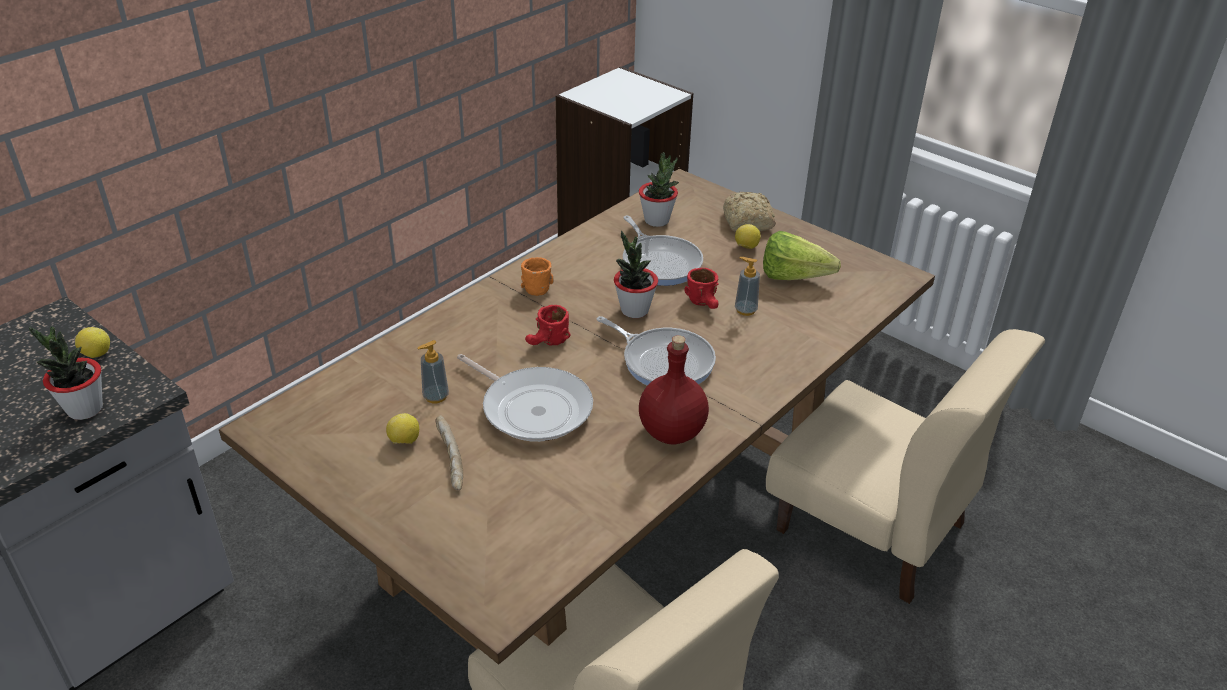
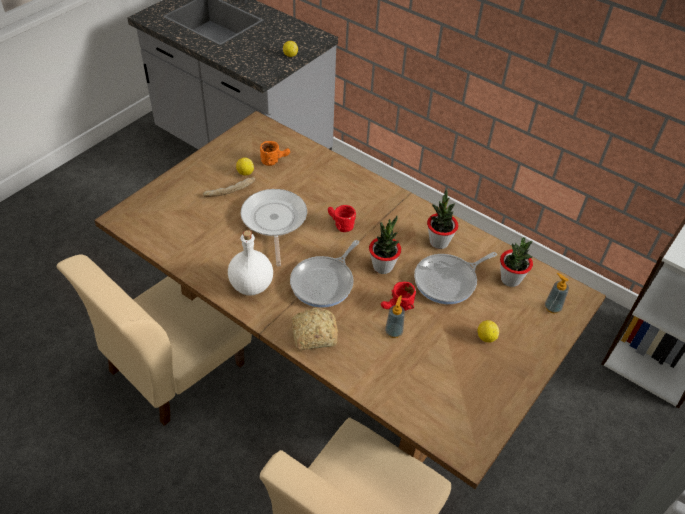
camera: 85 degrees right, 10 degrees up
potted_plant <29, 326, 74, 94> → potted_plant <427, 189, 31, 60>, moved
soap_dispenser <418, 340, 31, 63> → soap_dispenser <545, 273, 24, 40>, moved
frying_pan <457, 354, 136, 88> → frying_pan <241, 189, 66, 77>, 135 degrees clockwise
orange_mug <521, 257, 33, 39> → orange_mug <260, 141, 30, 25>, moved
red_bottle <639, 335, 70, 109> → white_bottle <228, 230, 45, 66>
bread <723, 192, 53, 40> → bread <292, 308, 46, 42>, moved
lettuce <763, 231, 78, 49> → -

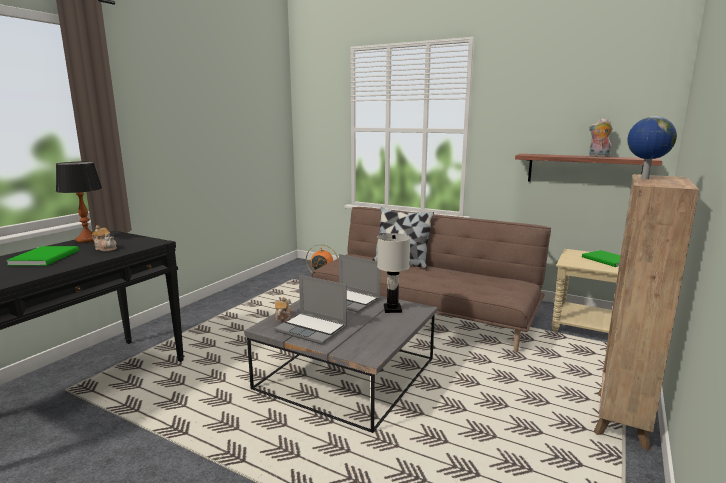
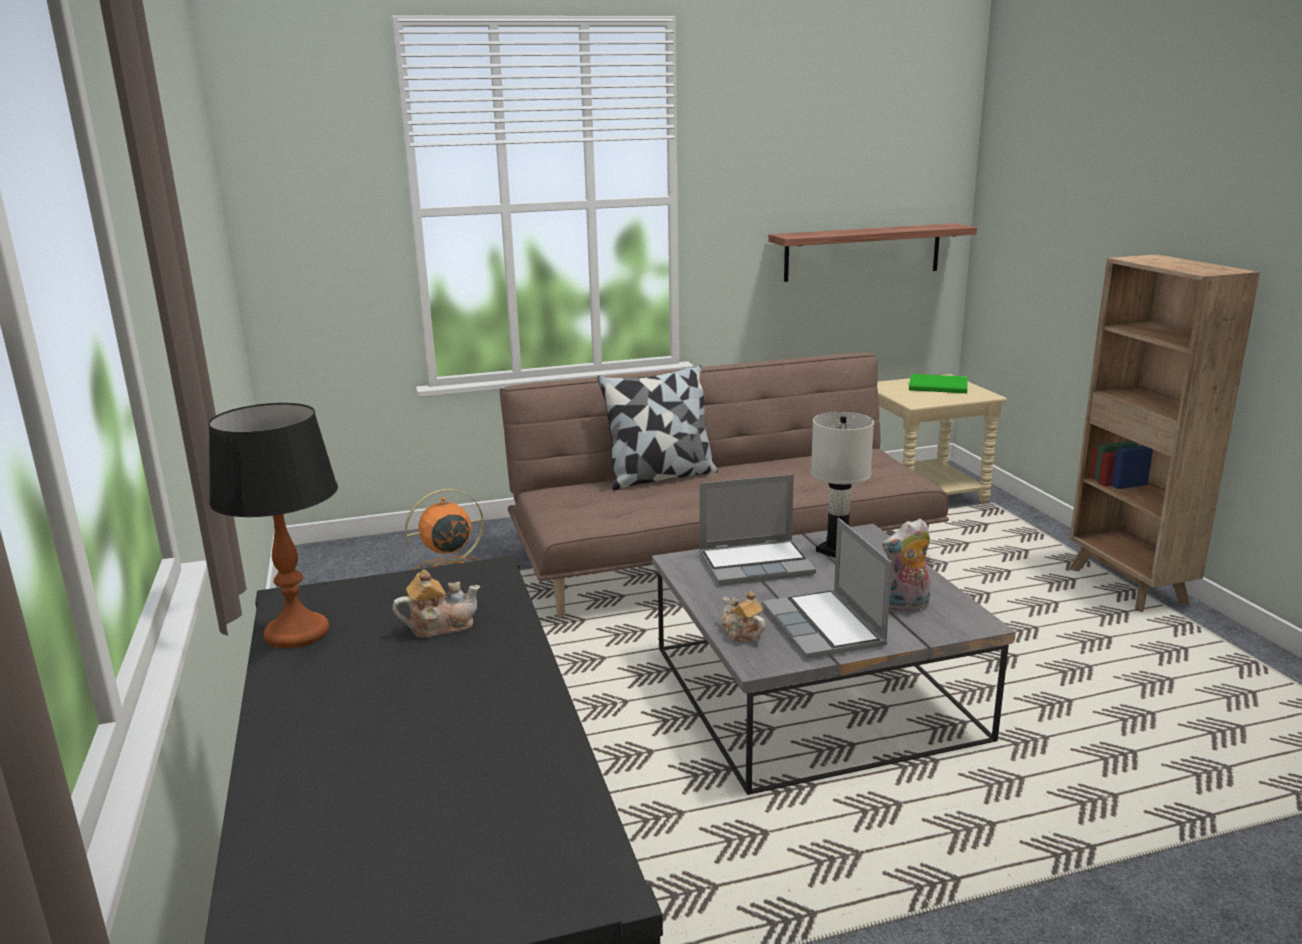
camera: 45 degrees left, 5 degrees up
green_book <6, 246, 73, 20> → -
laptop <274, 275, 73, 70> → laptop <762, 518, 130, 141>, 90 degrees clockwise
plush_toy <589, 118, 24, 39> → plush_toy <882, 519, 49, 93>, moved
globe <627, 116, 50, 63> → -

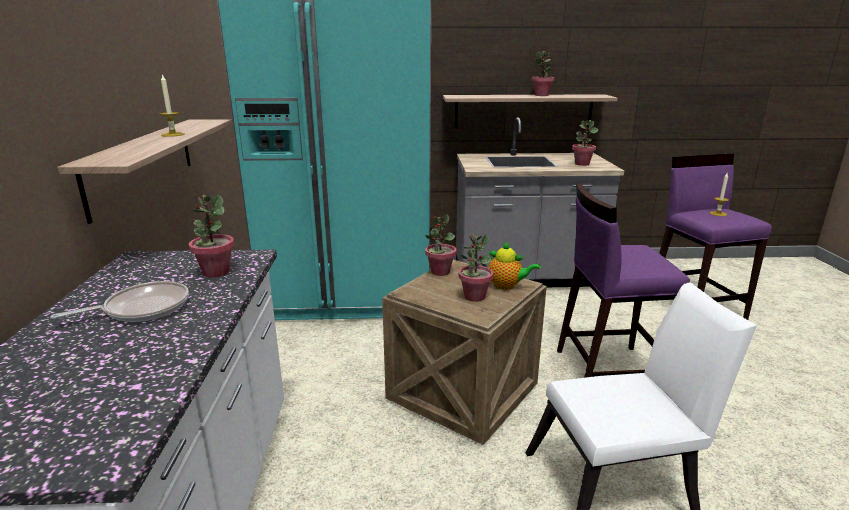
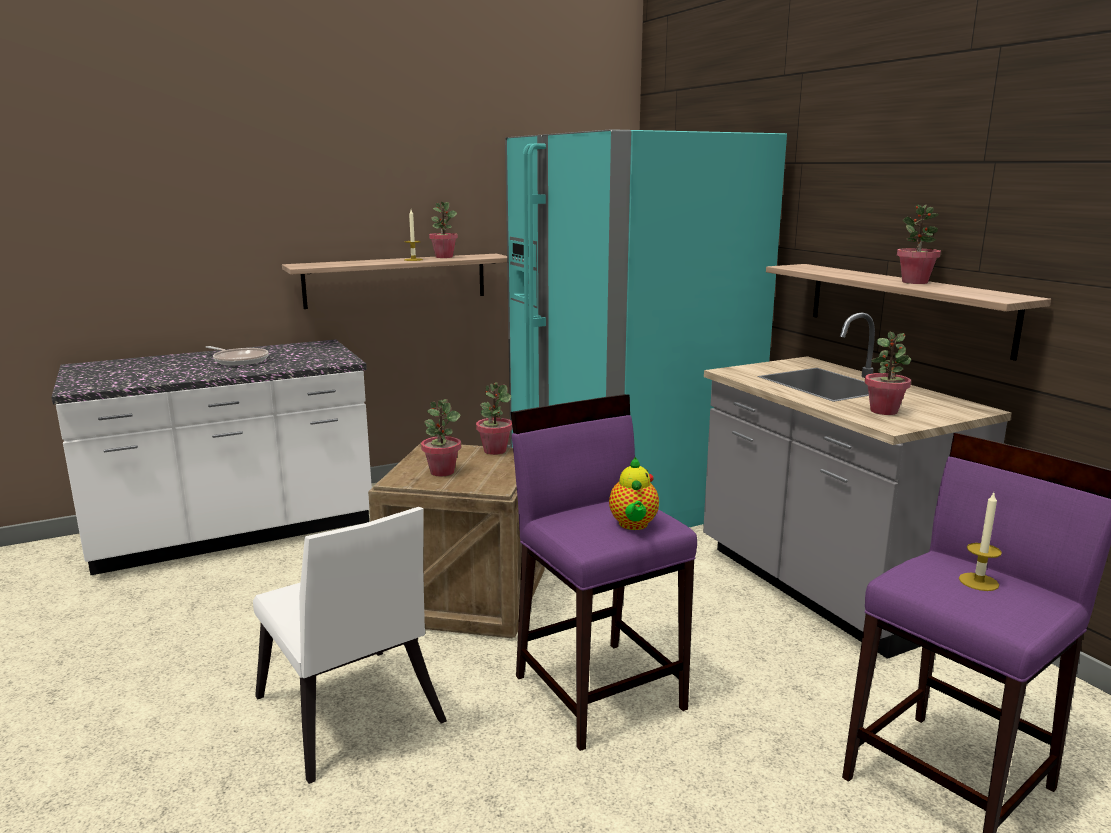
camera: 65 degrees right, 5 degrees down
potted_plant <189, 195, 46, 82> → potted_plant <429, 202, 29, 56>, moved
teapot <488, 242, 53, 48> → teapot <609, 457, 50, 73>, moved

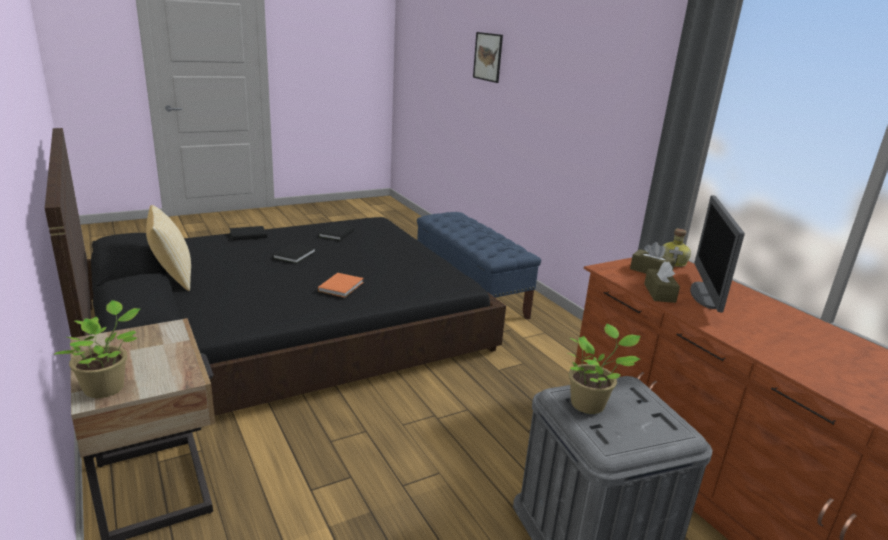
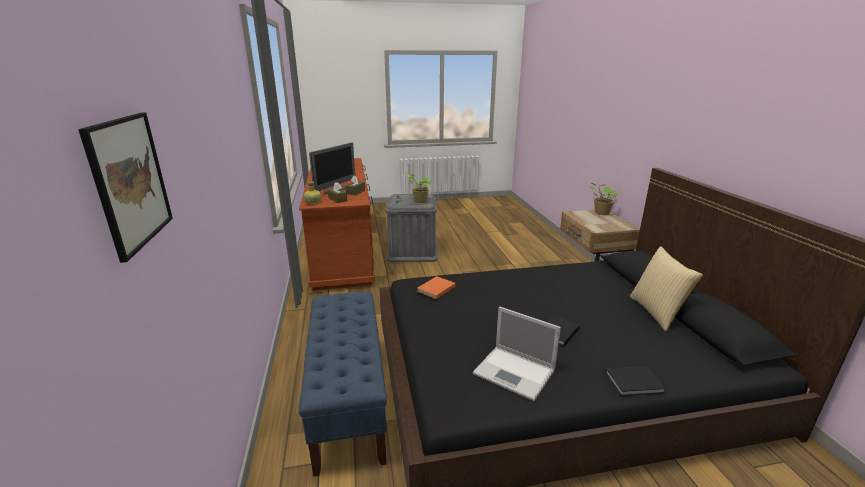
camera: 160 degrees left, 0 degrees up
orange_book <318, 273, 45, 25> → orange_book <417, 276, 39, 23>, moved
black_book <319, 224, 36, 17> → laptop <473, 307, 88, 94>

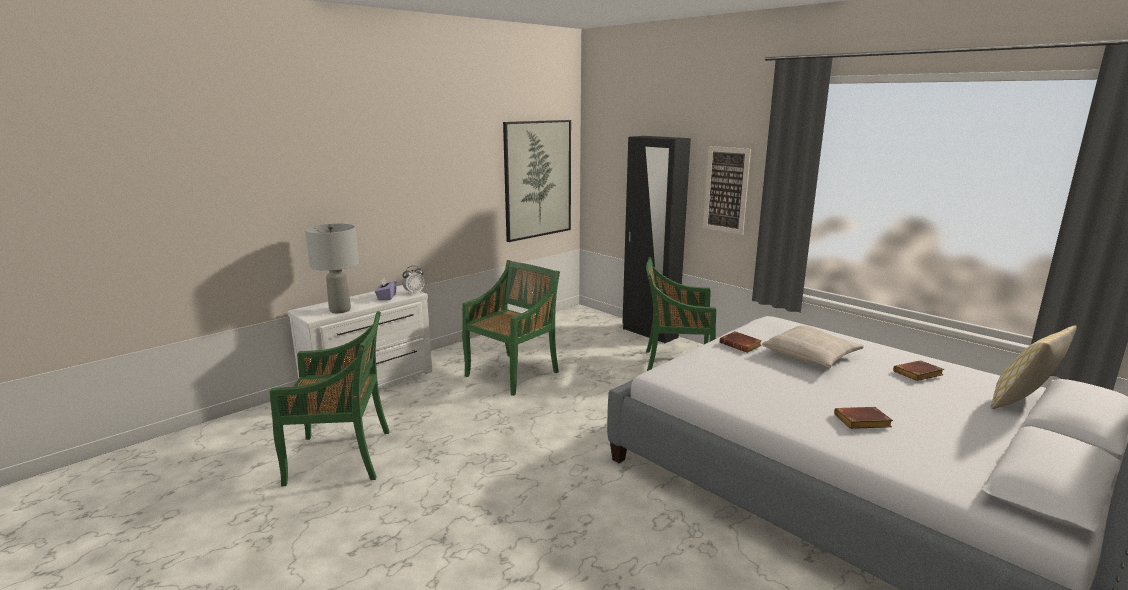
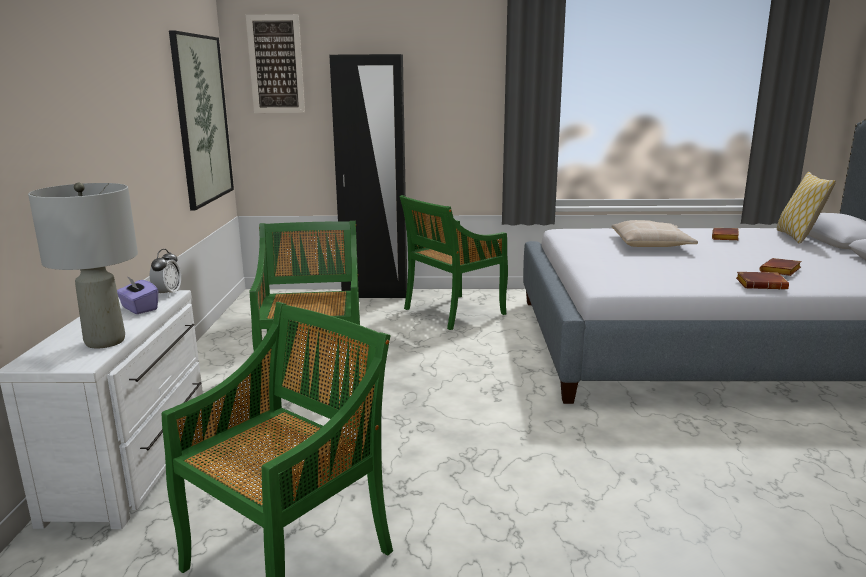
camera: 45 degrees left, 0 degrees up
picture <703, 146, 48, 89> → picture <246, 14, 59, 99>, moved
brown_book <720, 331, 42, 22> → brown_book <736, 272, 53, 17>, moved

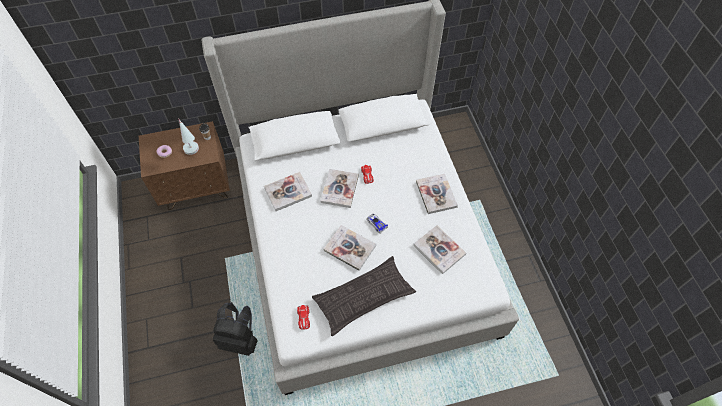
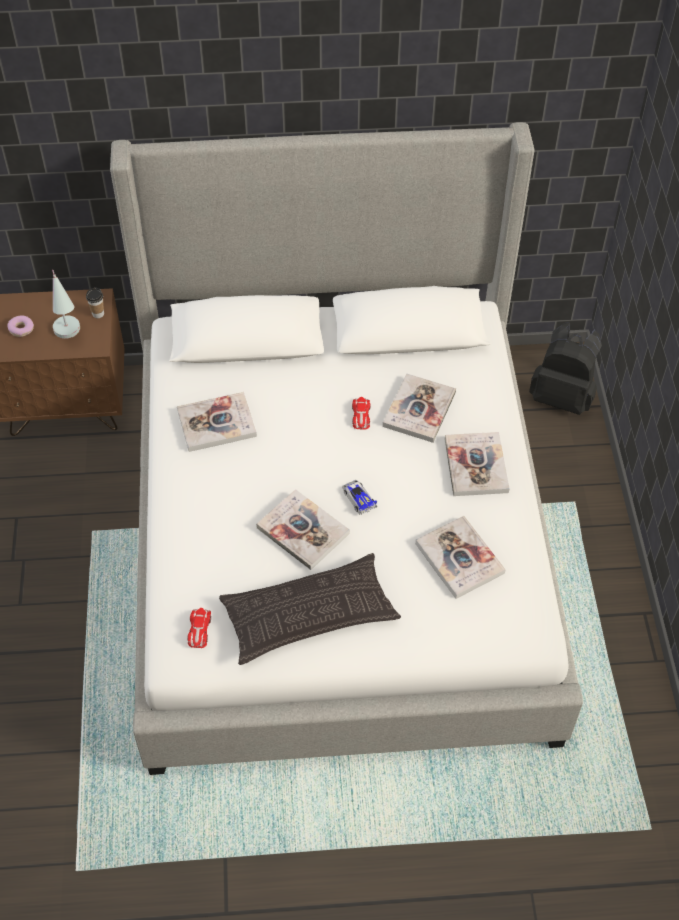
camera: 10 degrees right, 5 degrees down
black_backpack <213, 302, 45, 54> → black_backpack <529, 322, 73, 93>, moved
book <320, 169, 39, 39> → book <383, 373, 73, 70>, moved

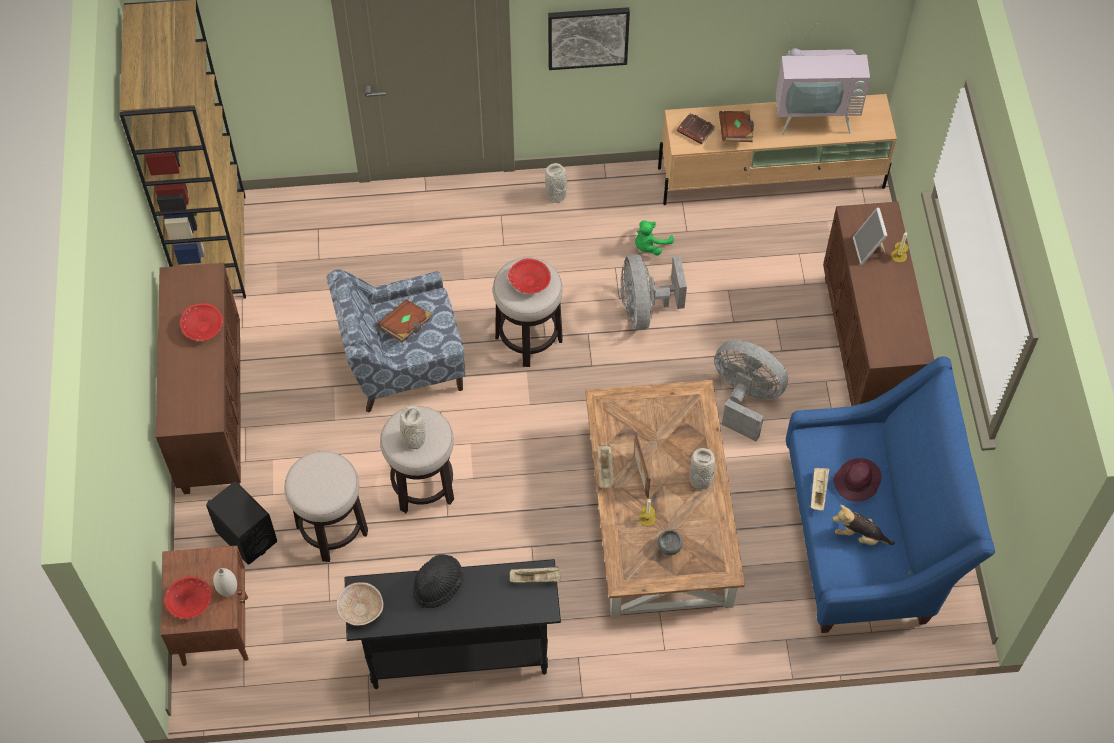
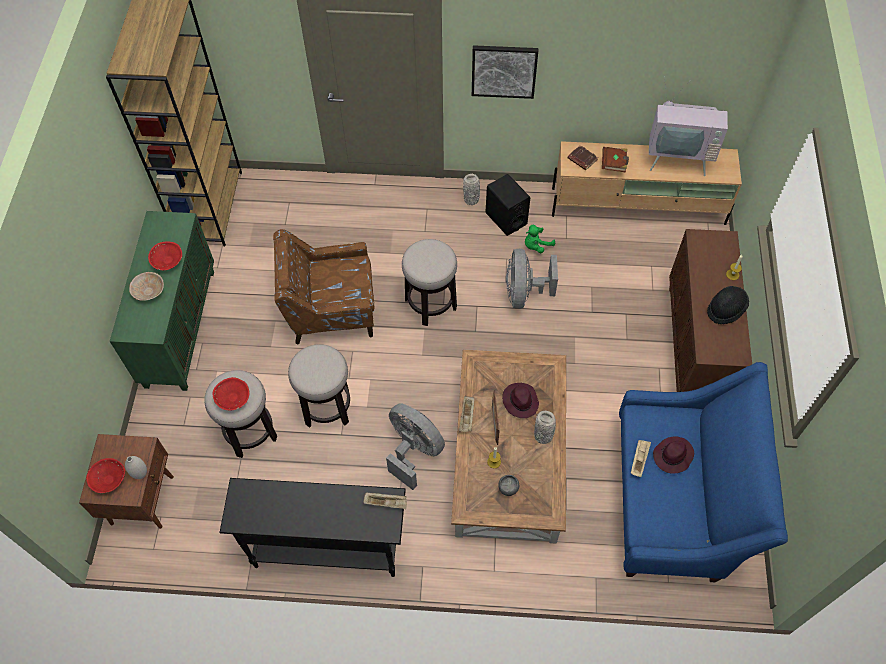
camera: 10 degrees right, 0 degrees up
brown_cabinet <156, 263, 85, 231> → green_cabinet <110, 211, 104, 180>
black_speaker <206, 481, 71, 84> → black_speaker <485, 174, 46, 62>, moved
blue_armchair <326, 269, 140, 143> → brown_armchair <273, 229, 102, 115>
beige_bowl <336, 582, 47, 44> → beige_bowl <129, 272, 35, 29>, moved
brown_book <377, 299, 54, 43> → -
grey_vase <400, 406, 26, 43> → -
black_hat <413, 554, 50, 55> → black_hat <707, 286, 42, 38>, moved
red_bowl <508, 258, 43, 36> → red_bowl <213, 377, 37, 33>, moved
grey_fan <715, 340, 73, 102> → grey_fan <386, 403, 59, 87>, moved
plush_toy <832, 505, 63, 40> → -
picture_frame <853, 208, 35, 57> → -
- → purple_hat <502, 383, 37, 35>

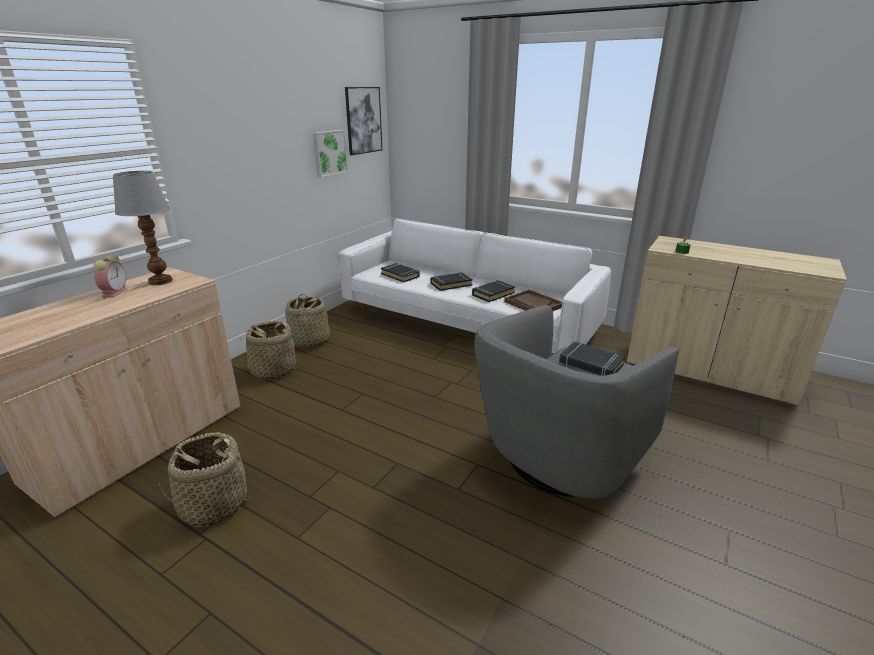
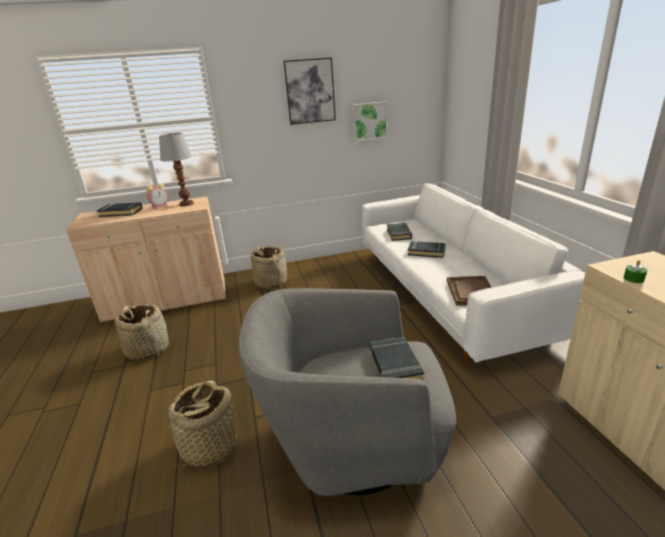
camera: 45 degrees right, 0 degrees up
basket <285, 294, 45, 54> → basket <165, 381, 72, 87>, moved
picture <345, 87, 37, 68> → picture <284, 57, 52, 68>, moved
black_book <472, 280, 43, 22> → black_book <97, 202, 46, 15>, moved

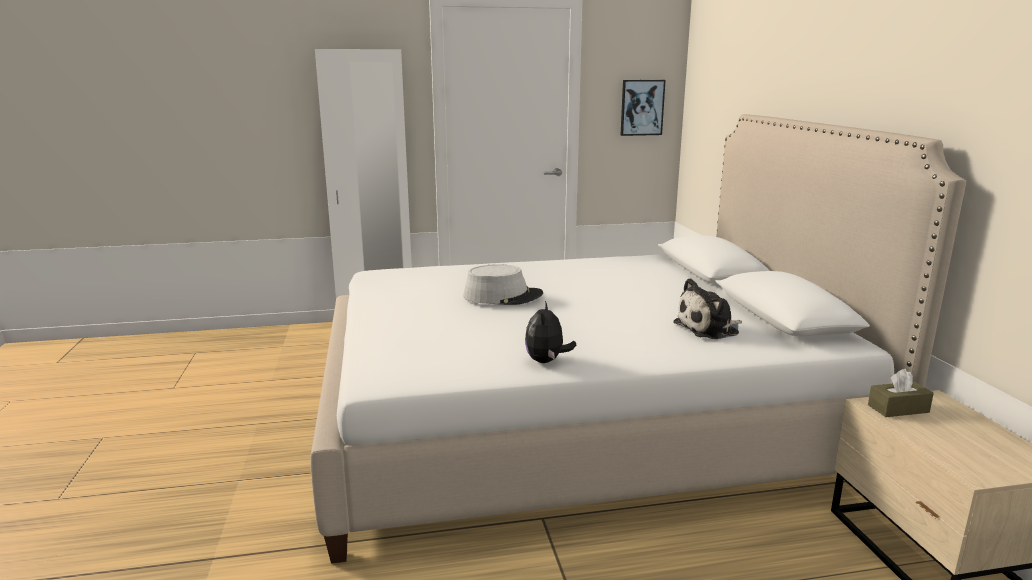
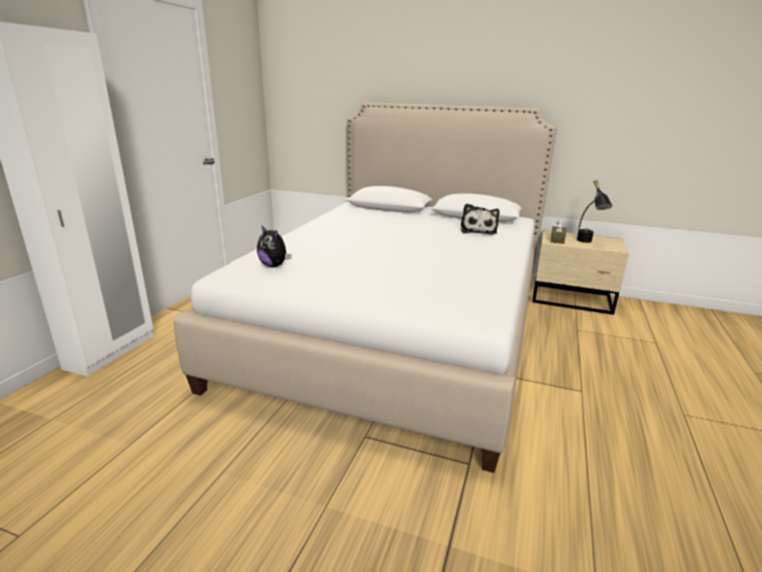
camera: 60 degrees left, 5 degrees up
grey_hat <463, 264, 80, 41> → -
plush_toy <525, 301, 51, 62> → plush_toy <257, 226, 34, 41>, moved
picture <621, 80, 45, 56> → -
- → black_table_lamp <577, 180, 35, 63>

